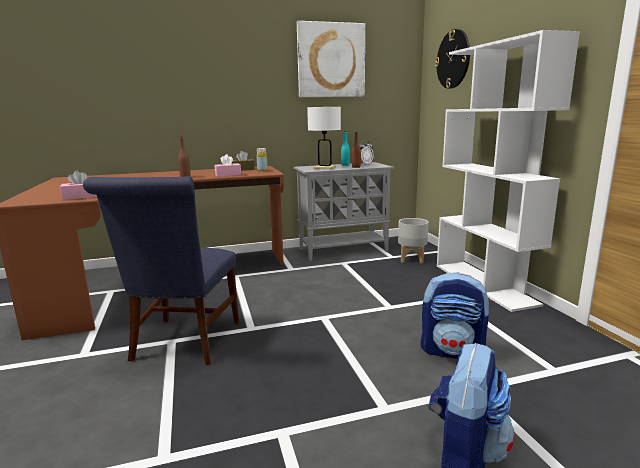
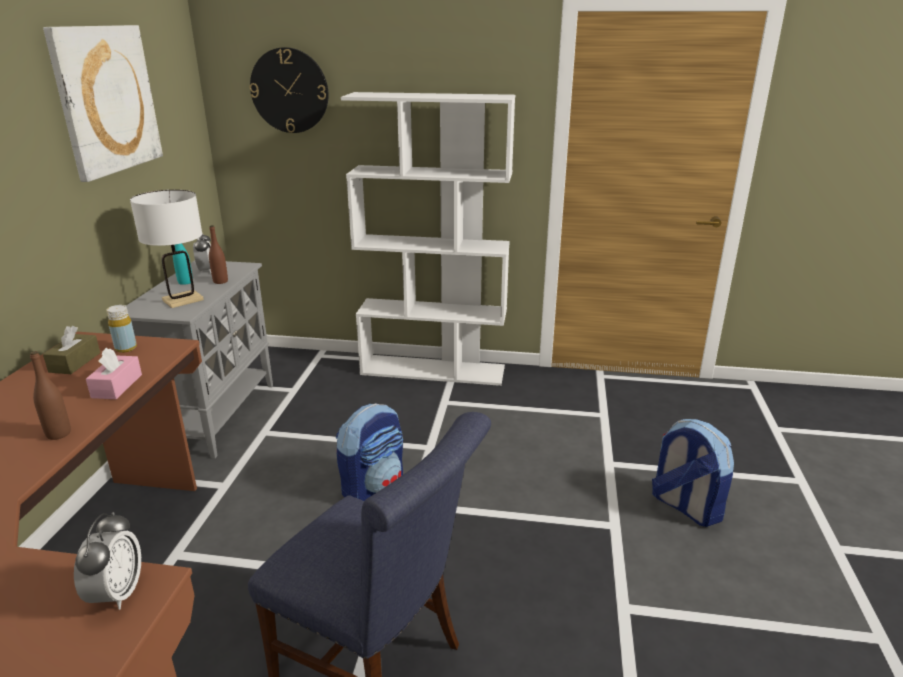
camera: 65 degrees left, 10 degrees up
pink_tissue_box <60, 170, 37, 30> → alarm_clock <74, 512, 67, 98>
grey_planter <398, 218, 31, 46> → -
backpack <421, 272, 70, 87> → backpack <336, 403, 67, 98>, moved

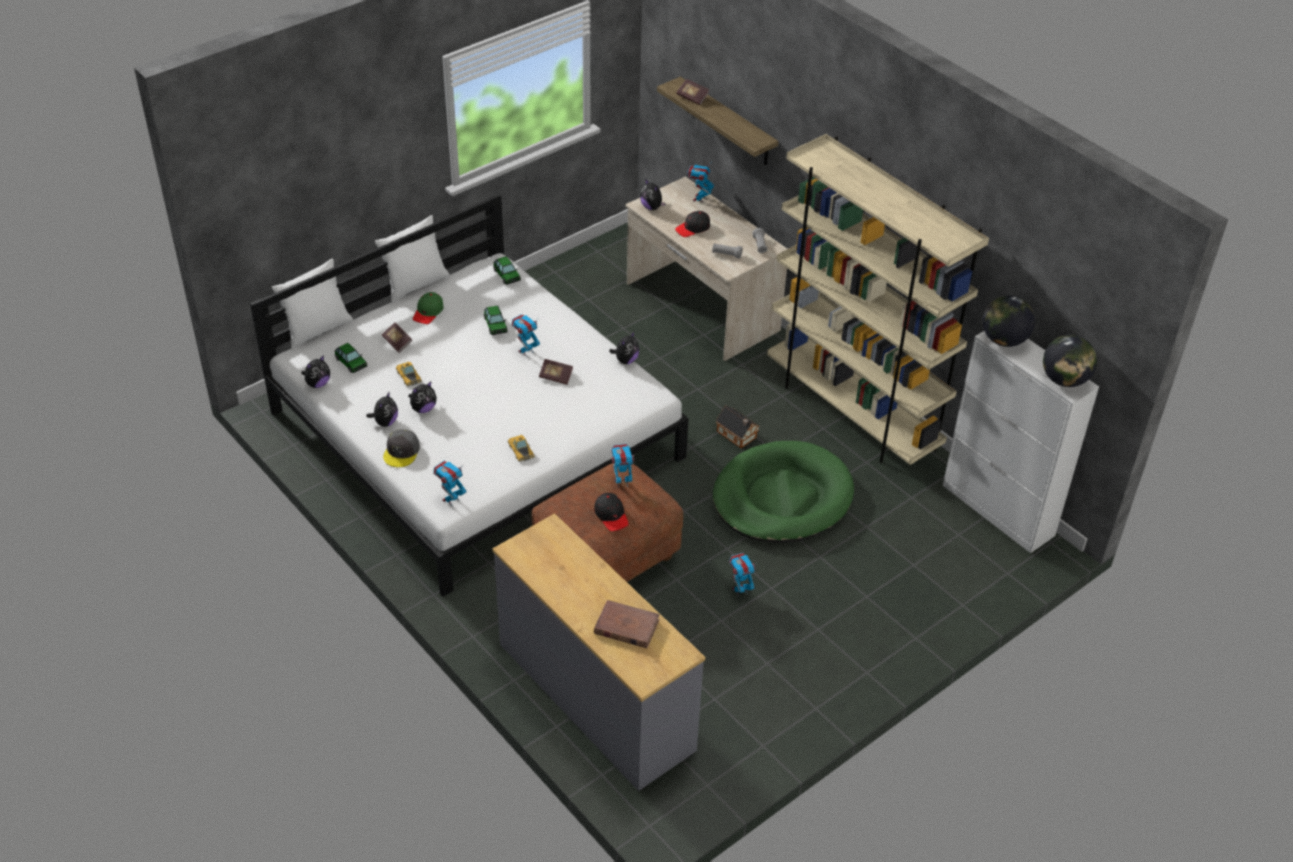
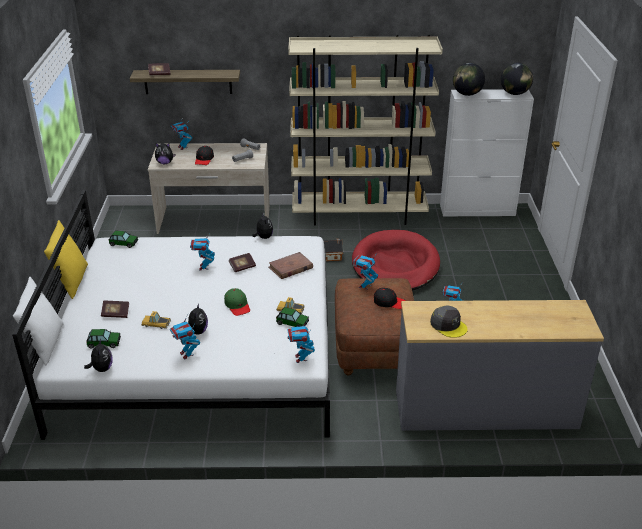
camera: 50 degrees left, 10 degrees down
plush_toy <366, 391, 32, 36> → toy_robot <170, 317, 30, 43>
white_pillow <375, 215, 75, 88> → yellow_pillow <44, 220, 44, 79>
grey_cap <383, 430, 37, 37> → grey_cap <430, 306, 38, 32>, moved
green_cap <413, 292, 31, 32> → green_cap <224, 288, 26, 28>, moved
toy_car <484, 305, 24, 30> → toy_car <276, 307, 33, 20>, moved
brown_book <594, 600, 66, 48> → brown_book <269, 252, 44, 27>, moved
green_dog_bed <713, 441, 141, 102> → red_dog_bed <352, 230, 88, 60>

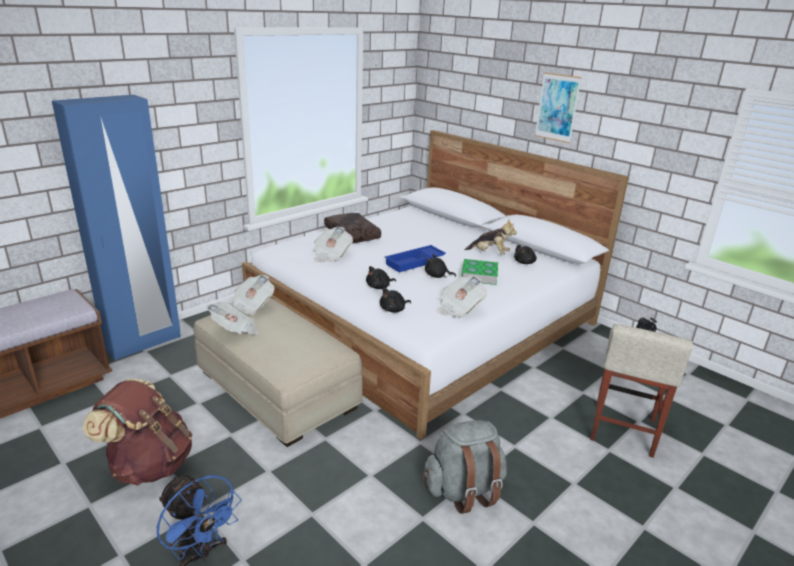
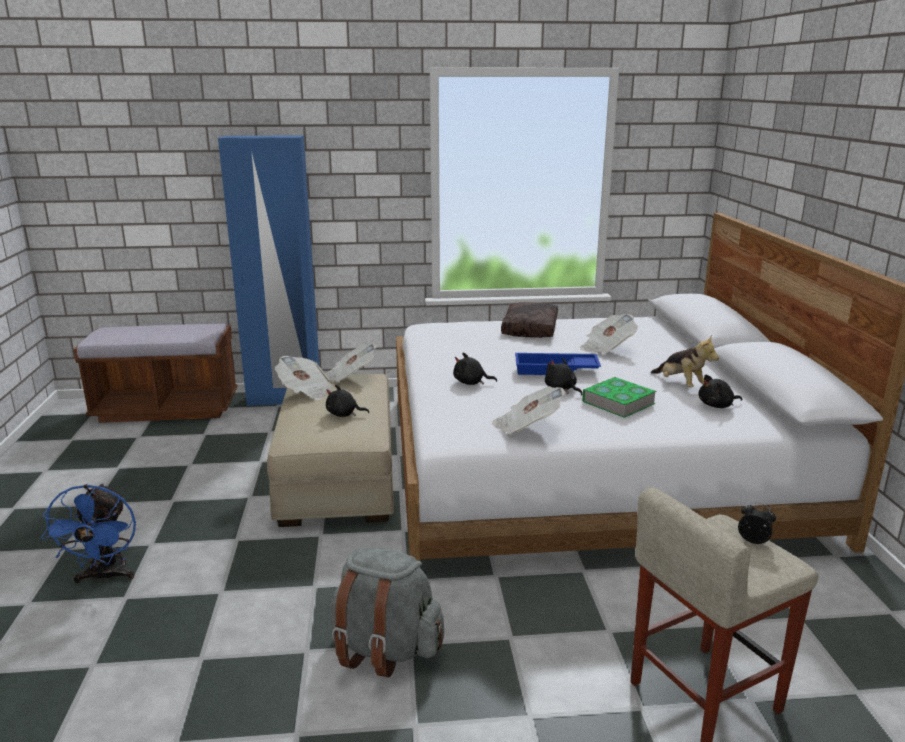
camera: 40 degrees right, 5 degrees down
brown_backpack <82, 379, 110, 106> → -
newspaper <313, 227, 40, 35> → newspaper <580, 314, 58, 40>, moved
black_plush_toy <380, 288, 31, 24> → black_plush_toy <326, 385, 43, 32>, moved
picture <535, 72, 47, 72> → -

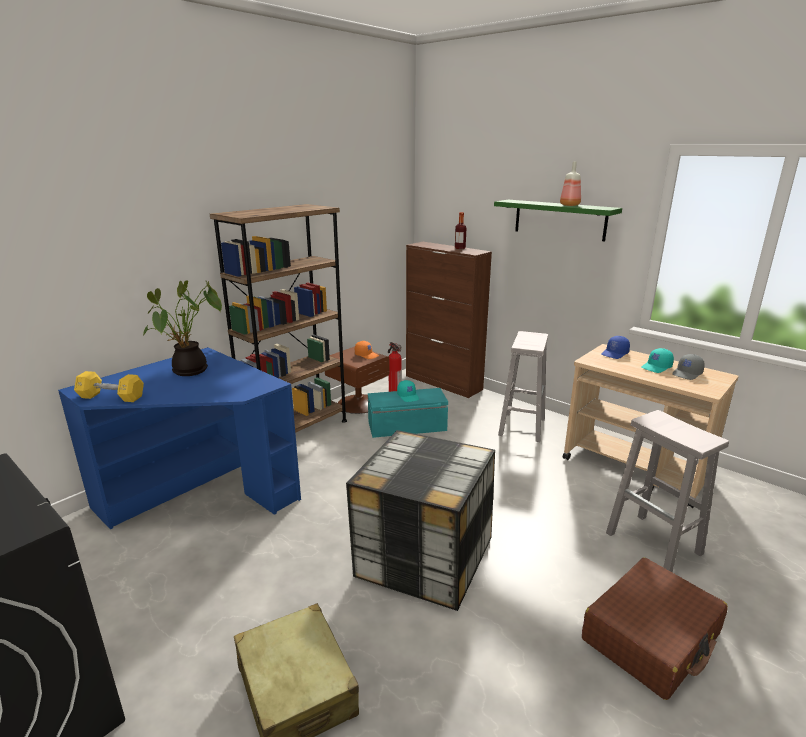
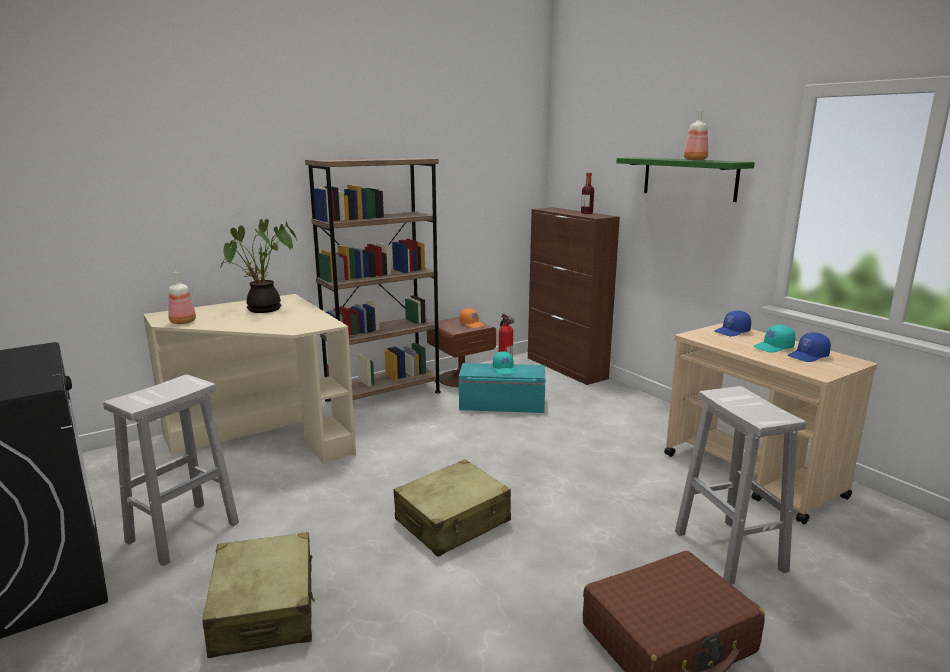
camera: 15 degrees right, 5 degrees down
blue_desk <58, 347, 243, 182> → beige_desk <144, 294, 212, 170>
yellow_dumbbell <74, 371, 70, 31> → bottle <168, 272, 28, 52>
storage_box <346, 430, 149, 181> → beige_suitcase <394, 460, 117, 97>
white_stool <498, 331, 50, 111> → white_stool <103, 374, 136, 192>, moved
grey_cap <672, 354, 33, 26> → blue_cap <788, 333, 43, 29>

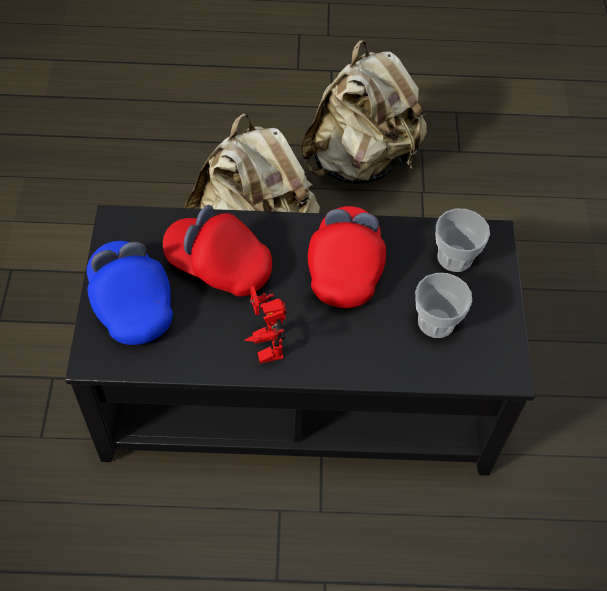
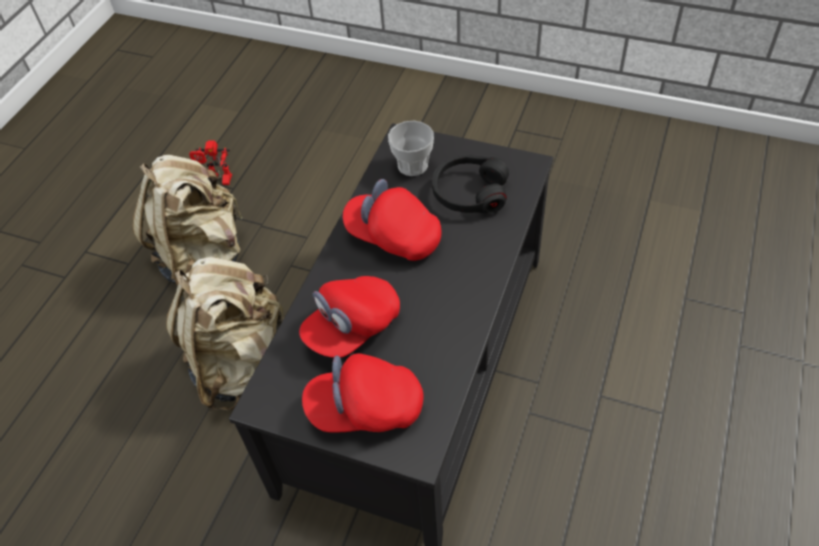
camera: 65 degrees left, 5 degrees down
blue_cap <87, 241, 86, 104> → red_cap <302, 353, 122, 80>
toy_robot <244, 286, 42, 77> → toy_robot <189, 140, 43, 45>, moved
cup <415, 273, 58, 65> → black_headphones <432, 155, 77, 58>

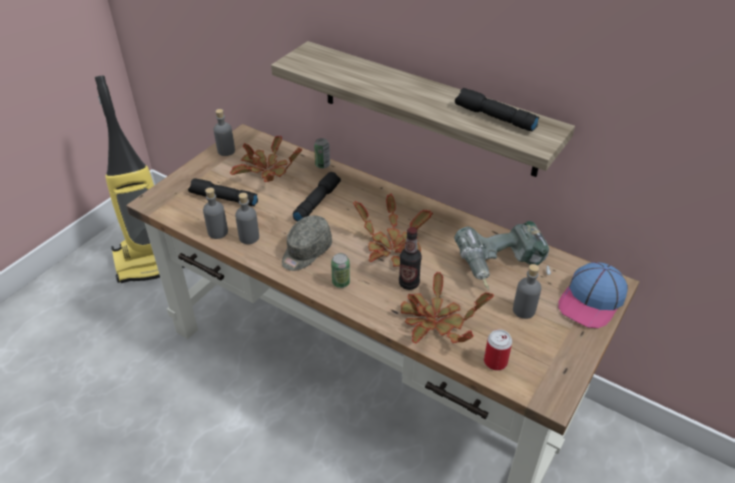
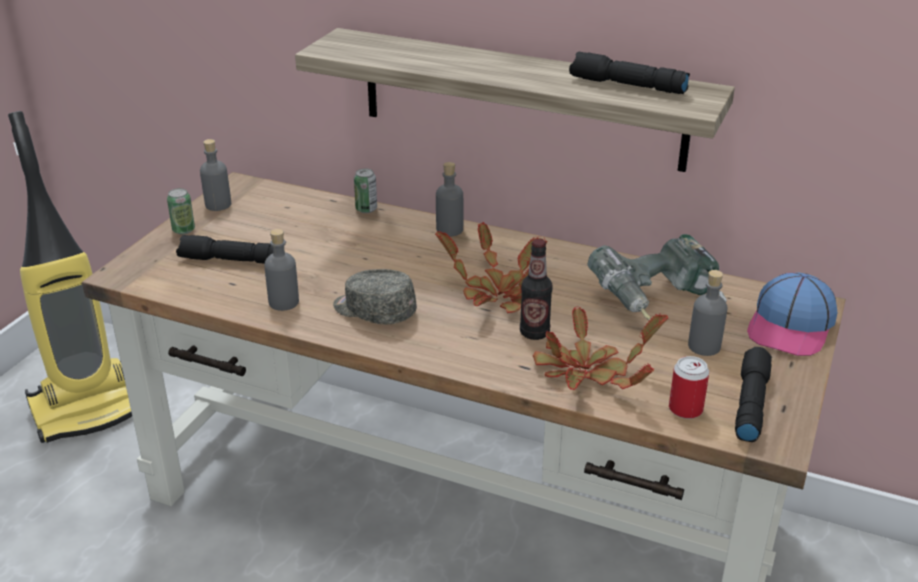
camera: 10 degrees left, 10 degrees down
grey_bottle <203, 188, 25, 51> → grey_bottle <436, 162, 27, 75>, moved
potted_plant <230, 136, 72, 46> → -
grey_cap <282, 215, 50, 56> → grey_cap <333, 269, 84, 56>, 90 degrees clockwise
black_flashlight <293, 172, 48, 49> → black_flashlight <735, 347, 37, 95>, moved
can <331, 253, 19, 35> → can <167, 188, 28, 46>, moved

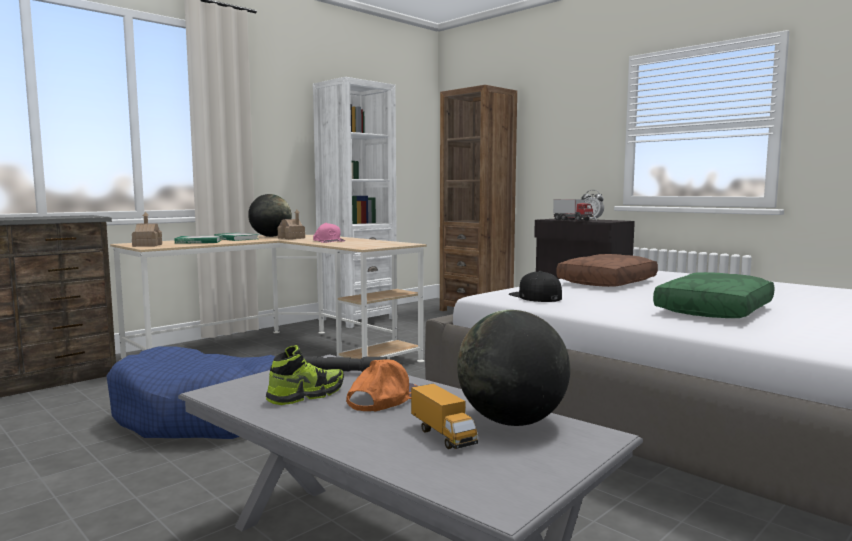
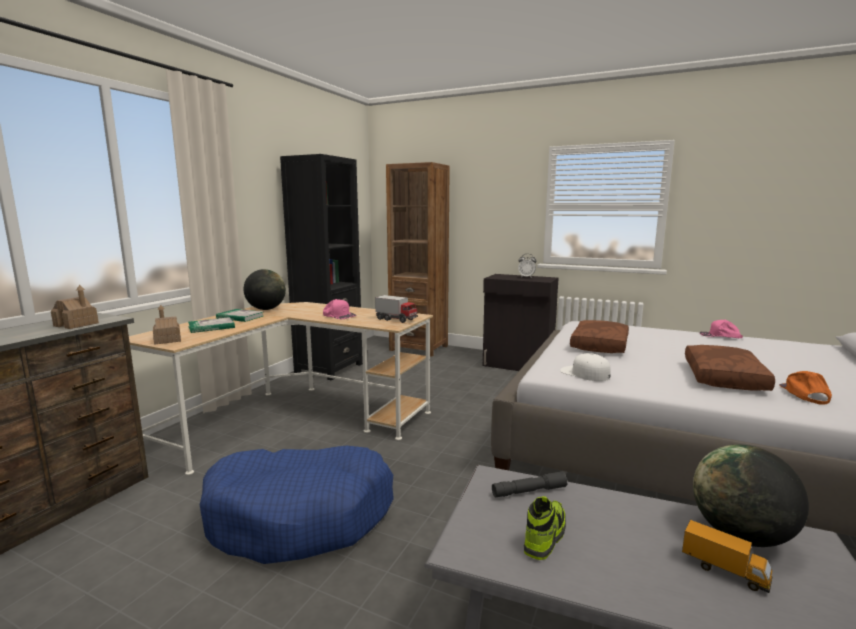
camera: 20 degrees left, 5 degrees up
toy_house <278, 210, 27, 29> → toy_house <51, 285, 48, 44>, moved
white_bookcase <313, 77, 84, 251> → black_bookcase <280, 154, 83, 227>
orange_cap <346, 360, 71, 51> → orange_cap <779, 371, 53, 33>, moved
black_cap <509, 271, 53, 31> → white_cap <560, 353, 51, 28>
toy_truck <553, 199, 41, 22> → toy_truck <375, 295, 43, 28>, moved
green_pillow <653, 272, 122, 46> → brown_pillow <685, 345, 90, 46>
- → pink_cap <700, 320, 43, 18>

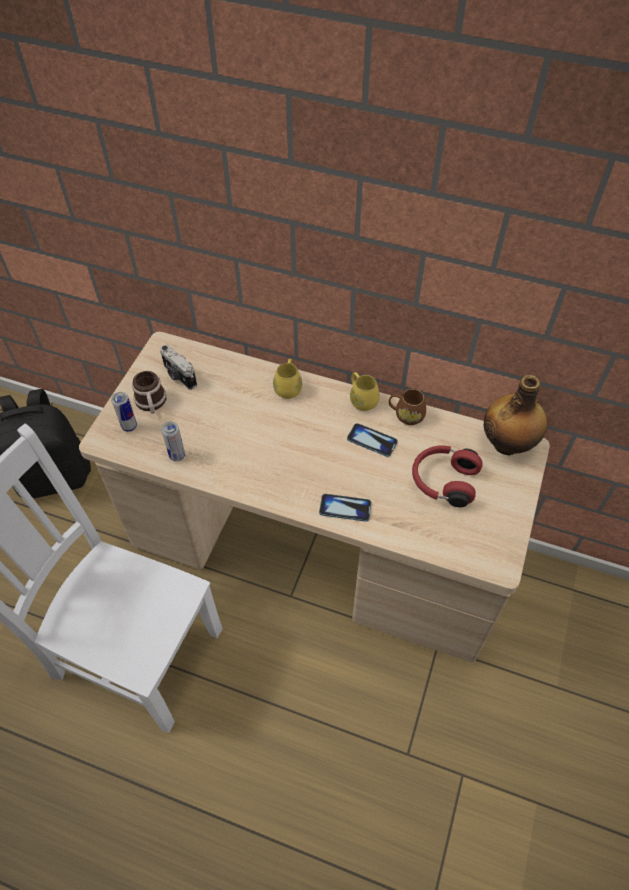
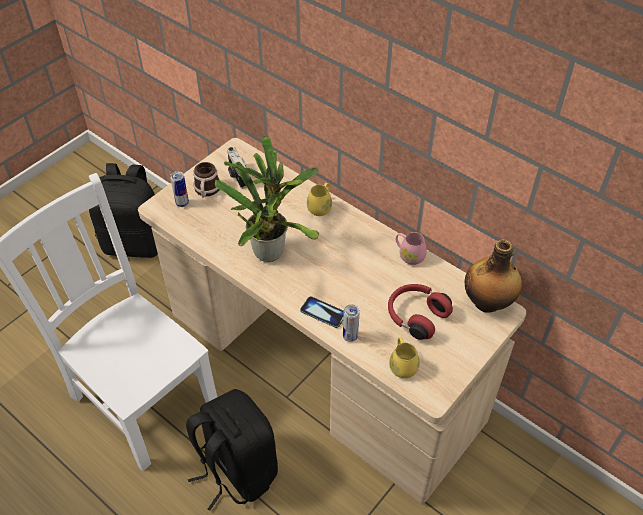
camera: 20 degrees right, 5 degrees down
can <161, 422, 24, 40> → can <343, 304, 17, 38>, moved
phone <347, 423, 51, 34> → -
yellow_mug <350, 372, 30, 39> → yellow_mug <389, 337, 31, 41>, moved
brown_mug <389, 389, 37, 36> → pink_mug <396, 232, 31, 33>
- → black_backpack <186, 389, 92, 122>
- → potted_plant <215, 136, 104, 126>

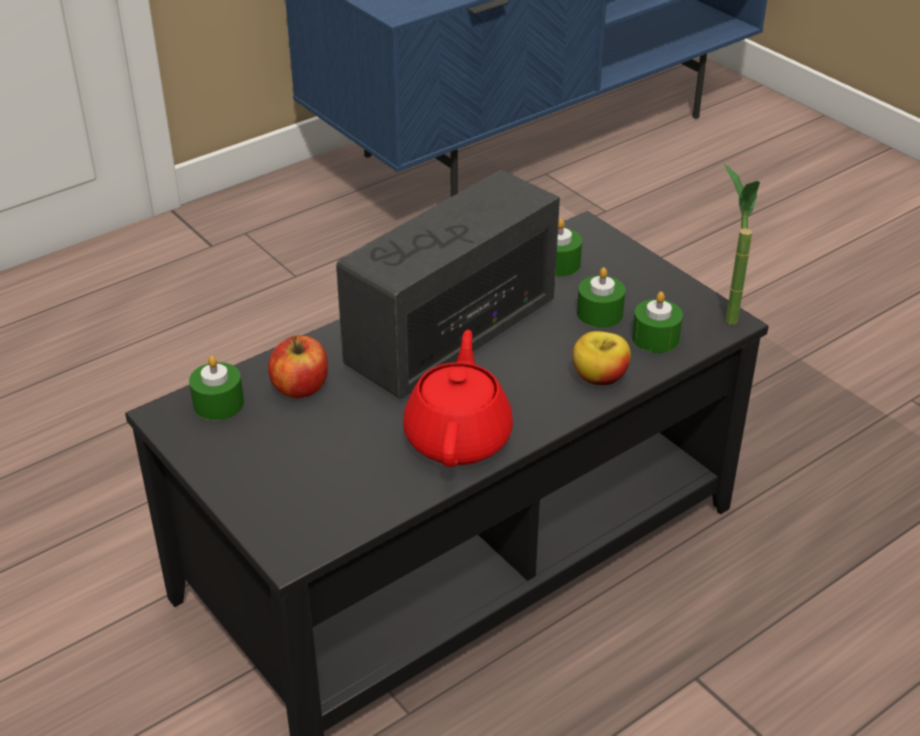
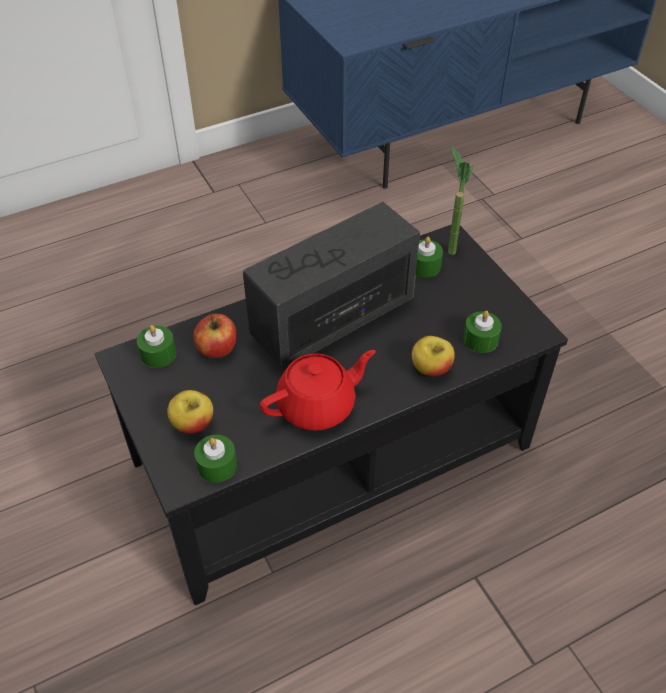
camera: 10 degrees right, 10 degrees up
red_teapot <403, 330, 110, 137> → red_teapot <260, 350, 116, 81>, 45 degrees clockwise
green_candle <577, 268, 49, 60> → green_candle <194, 435, 43, 48>, moved
potted_plant <724, 164, 36, 161> → potted_plant <448, 146, 25, 109>, moved
- → apple <167, 390, 46, 44>

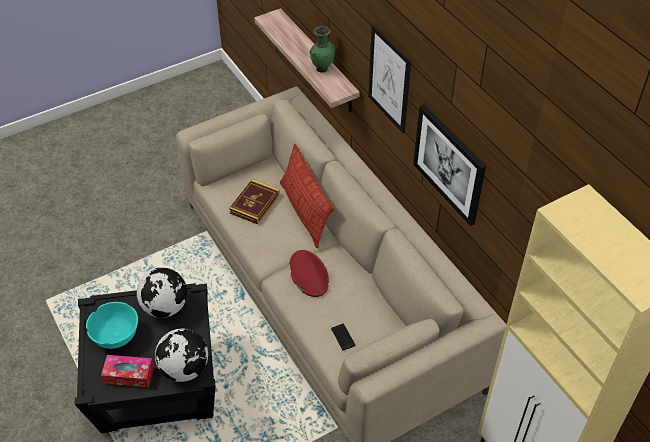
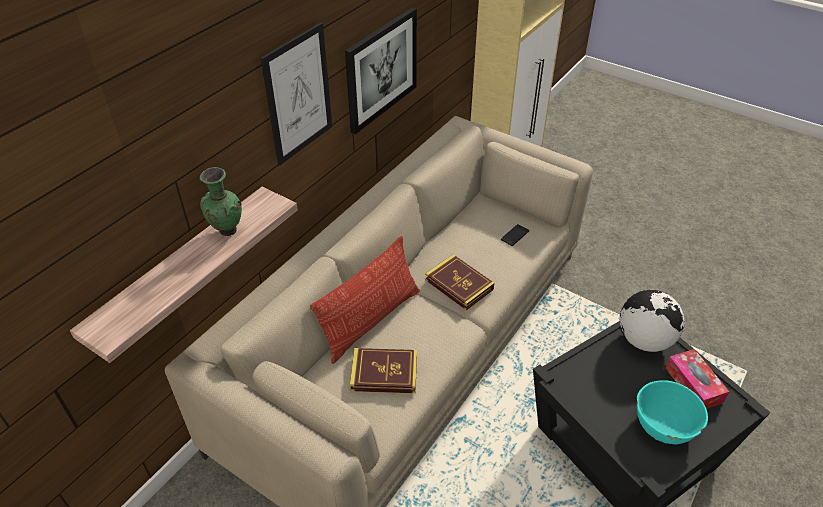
camera: 115 degrees left, 5 degrees down
globe <137, 268, 50, 50> → -
red_hat <289, 250, 40, 47> → book <425, 255, 69, 55>

